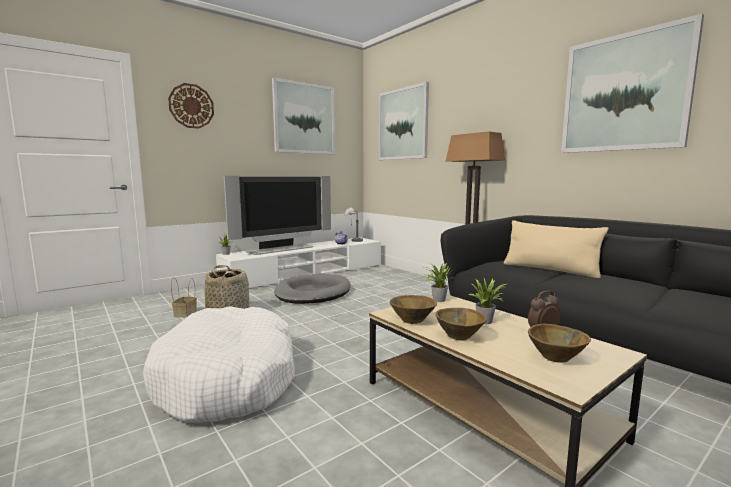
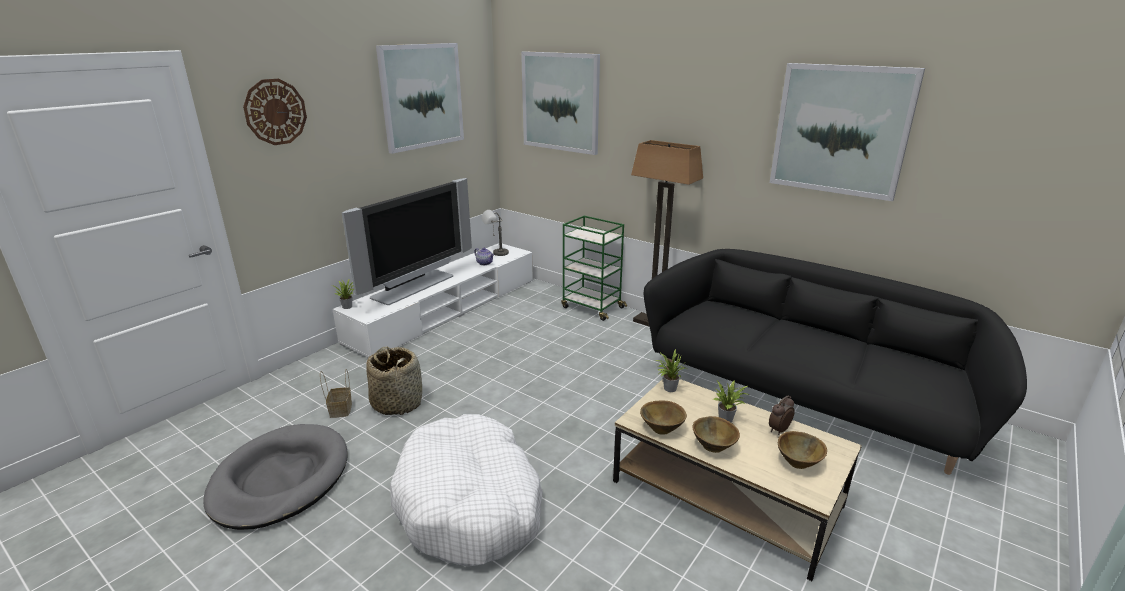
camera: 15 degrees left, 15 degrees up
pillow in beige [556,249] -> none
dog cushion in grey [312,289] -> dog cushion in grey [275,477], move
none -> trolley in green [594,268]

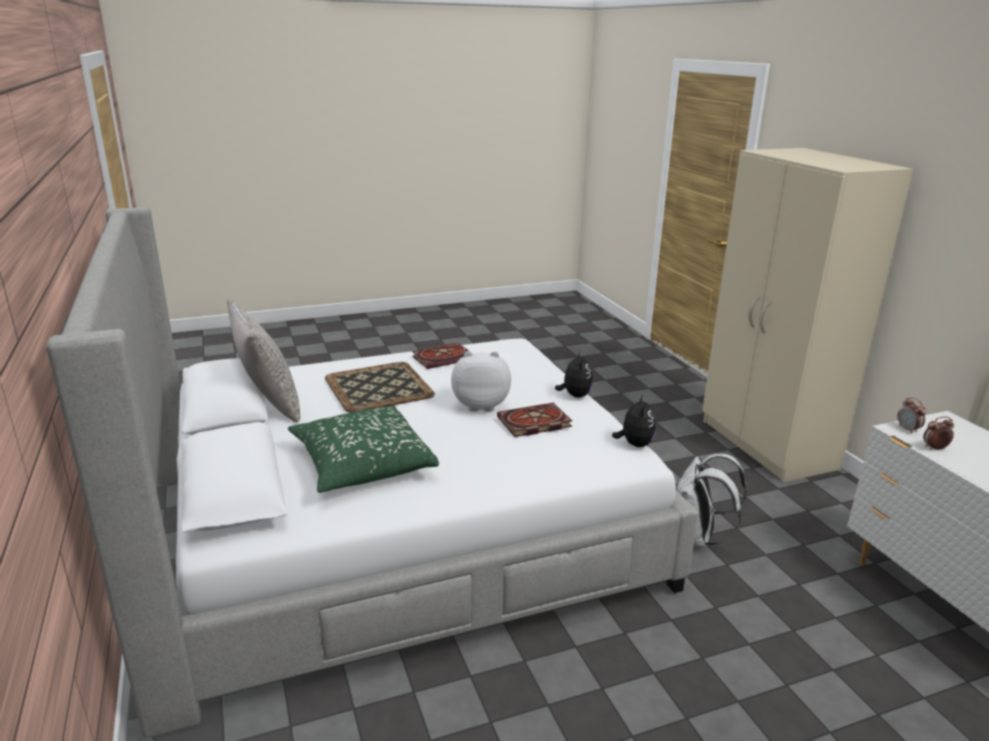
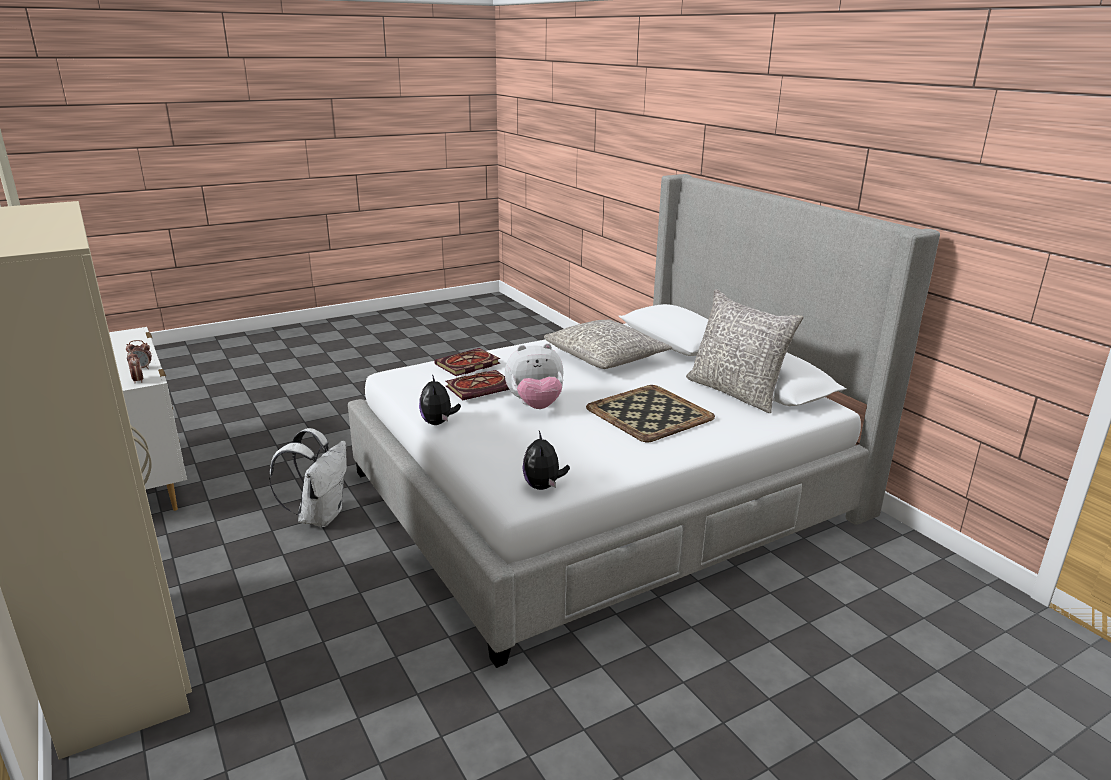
camera: 170 degrees right, 0 degrees up
book [442,356] -> book [467,362], move
soft toy [634,420] -> soft toy [546,460], move
pillow in green [363,449] -> pillow in grey [608,344]

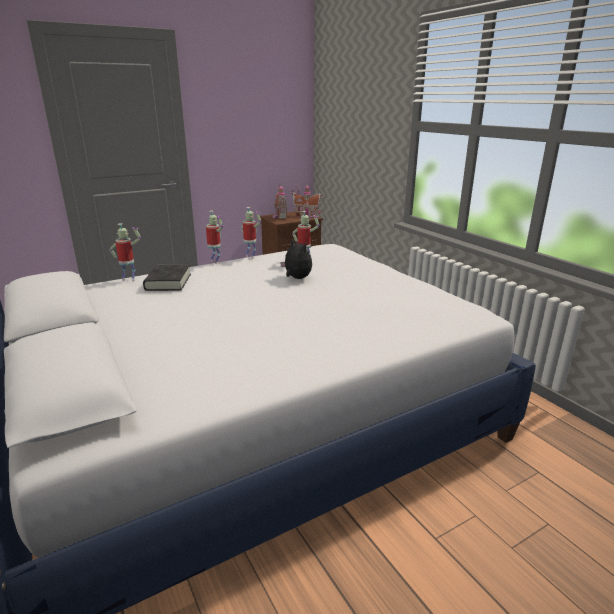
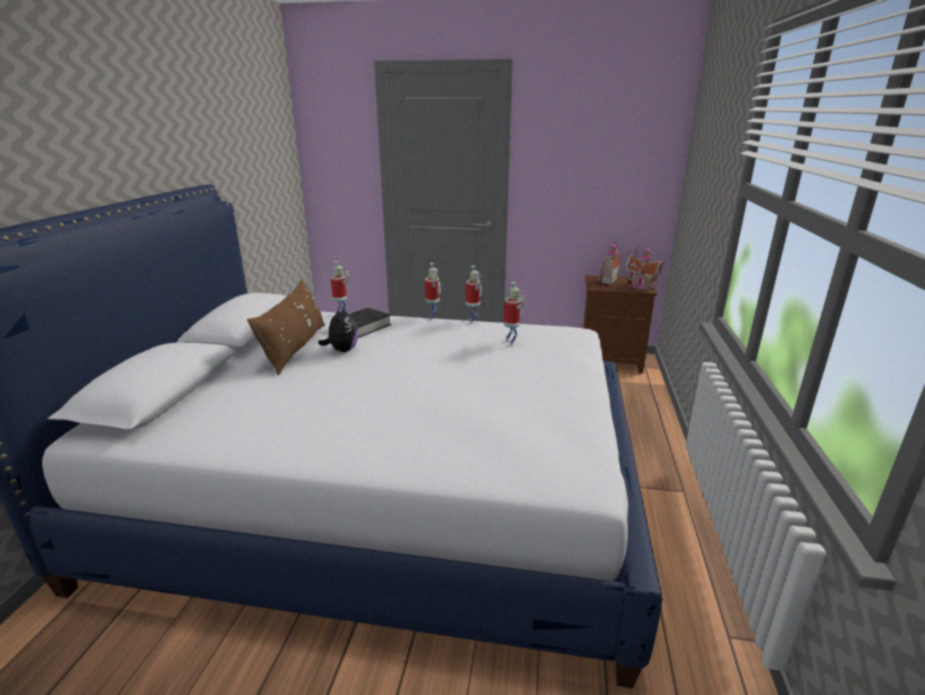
camera: 40 degrees right, 0 degrees up
soft toy [296,259] -> soft toy [338,328], move
none -> pillow in brown-coloured [286,328]

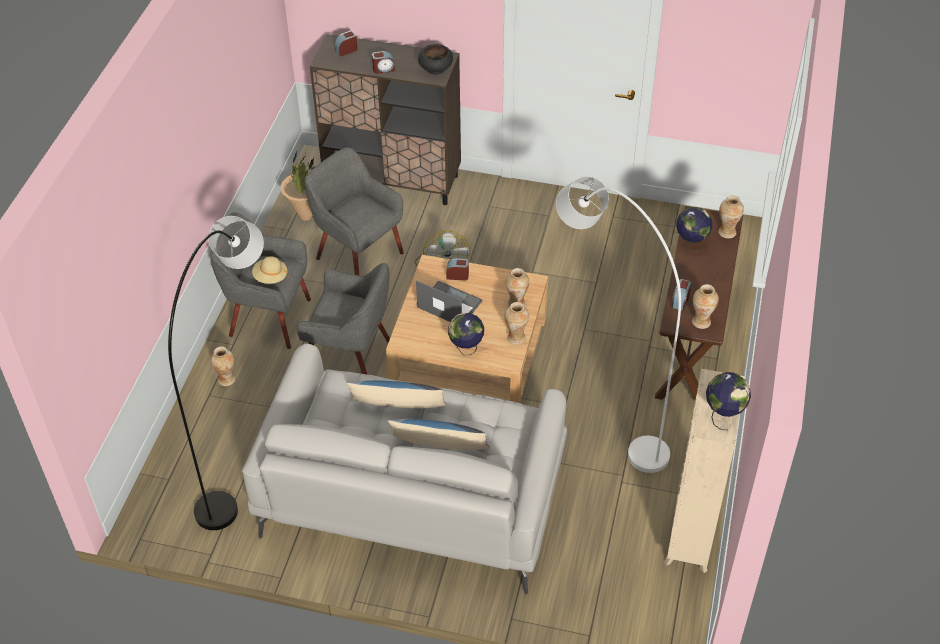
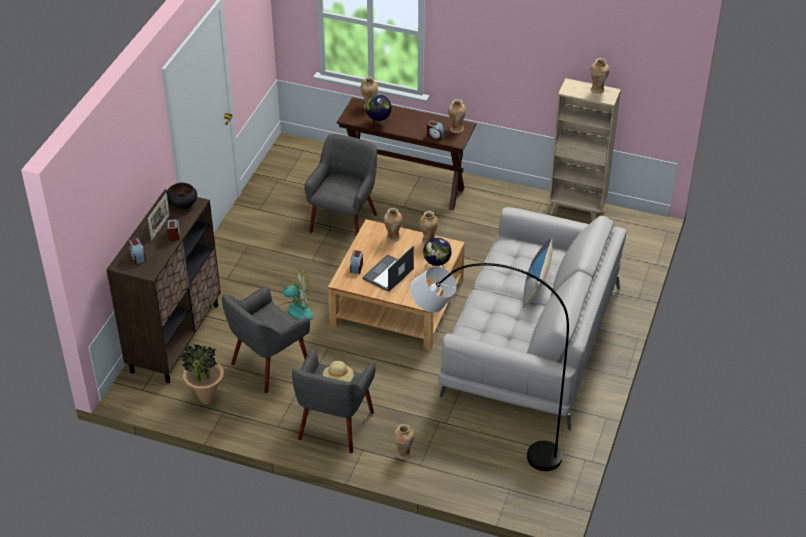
camera: 85 degrees left, 5 degrees down
standing lamp in white-coloured [618,324] -> none
armchair in grey [343,319] -> armchair in grey [341,185], move
desk globe [728,401] -> decorative vase [599,76]
pillow [396,394] -> none
none -> standing frame [159,216]

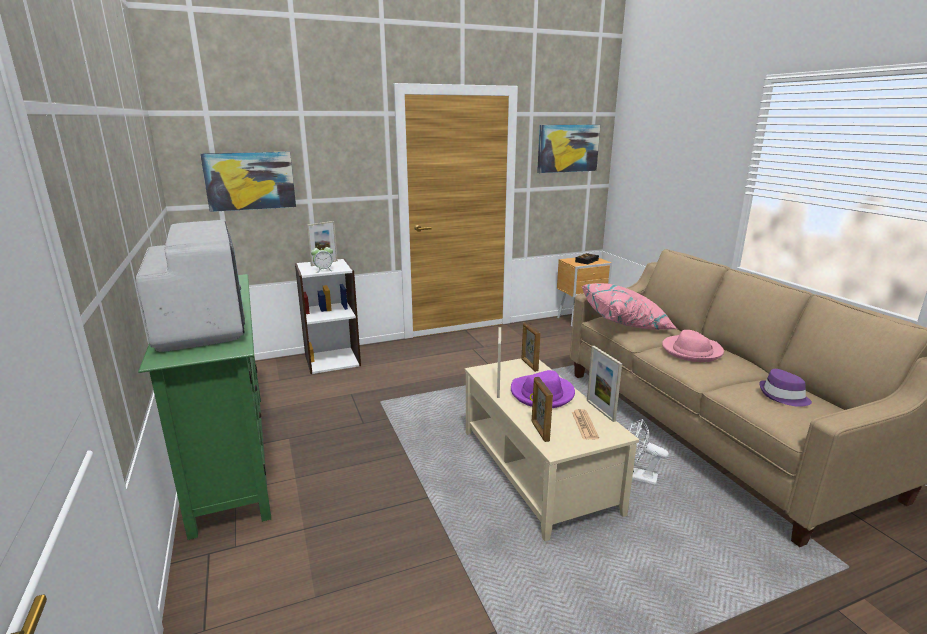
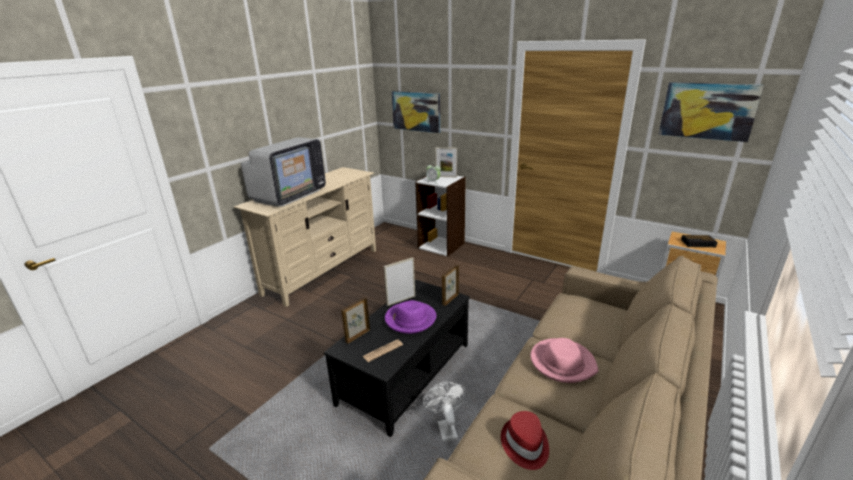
camera: 55 degrees right, 5 degrees up
tv stand in green [204,407] -> tv stand in beige [305,237]
pillow in pink-coloured [629,306] -> none
standing frame [604,384] -> none
lounge table in beige [552,450] -> lounge table in black [397,358]
hat in purplish [785,388] -> hat in red [525,440]

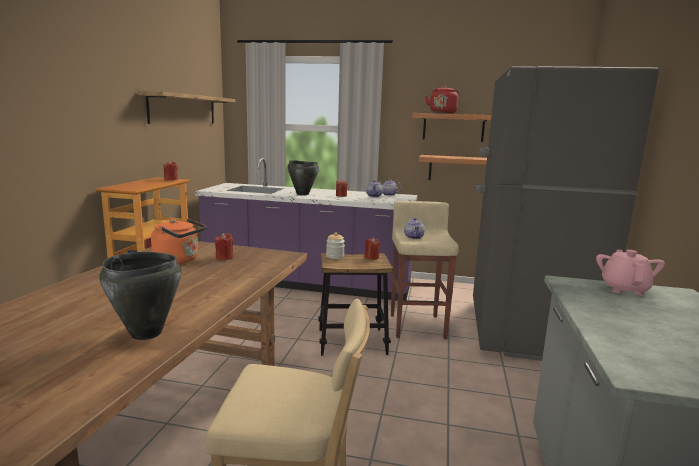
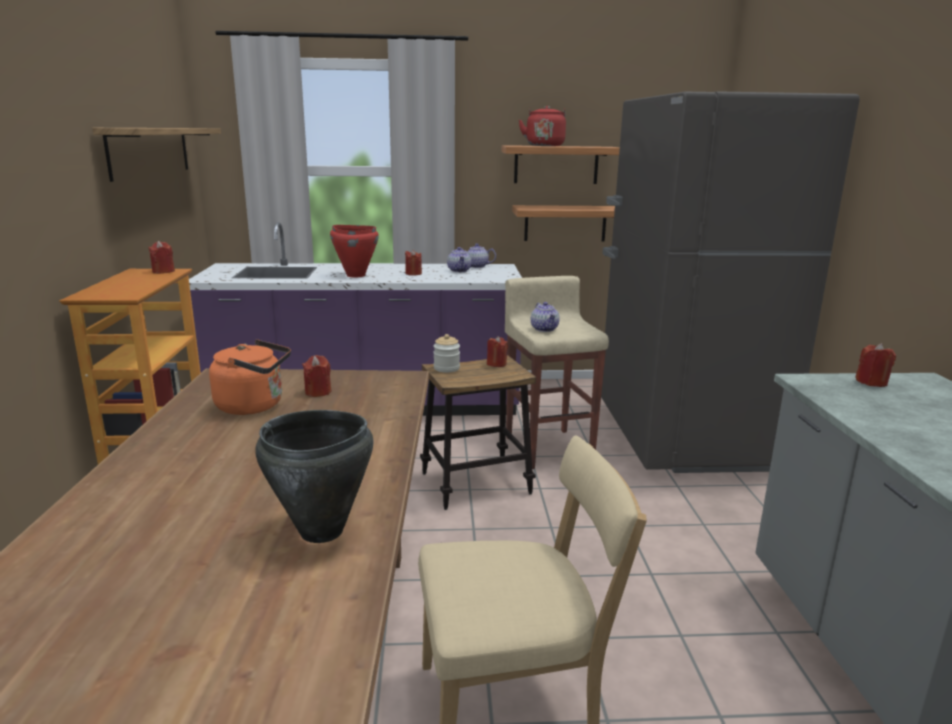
camera: 15 degrees left, 5 degrees up
cooking pot in black [303,177] -> cooking pot in red [354,251]
tea pot in pink-coloured [630,273] -> candle in red [875,365]

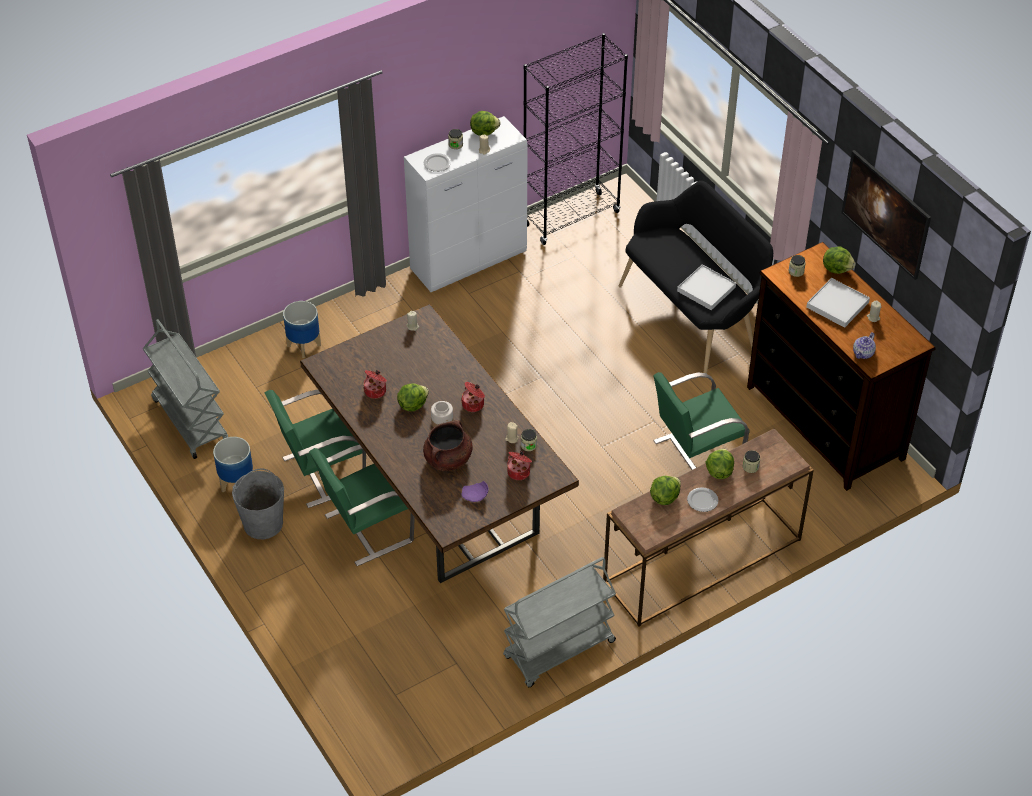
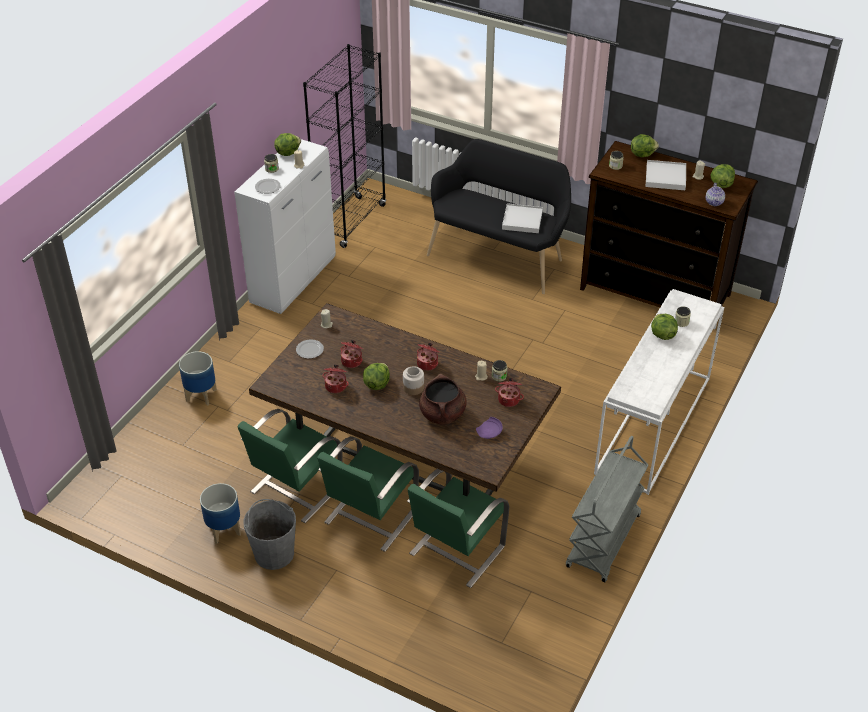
camera: 30 degrees left, 5 degrees down
wall art [886,215] -> none
trolley in grey [185,389] -> none
chair in green [701,421] -> chair in green [458,528], move
narrow table in brown-coloured [708,527] -> narrow table in white-coloured [659,392]
lettuce [665,490] -> lettuce [722,176], move
flat dish [702,499] -> flat dish [310,349], move
none -> cooking pot [351,354]

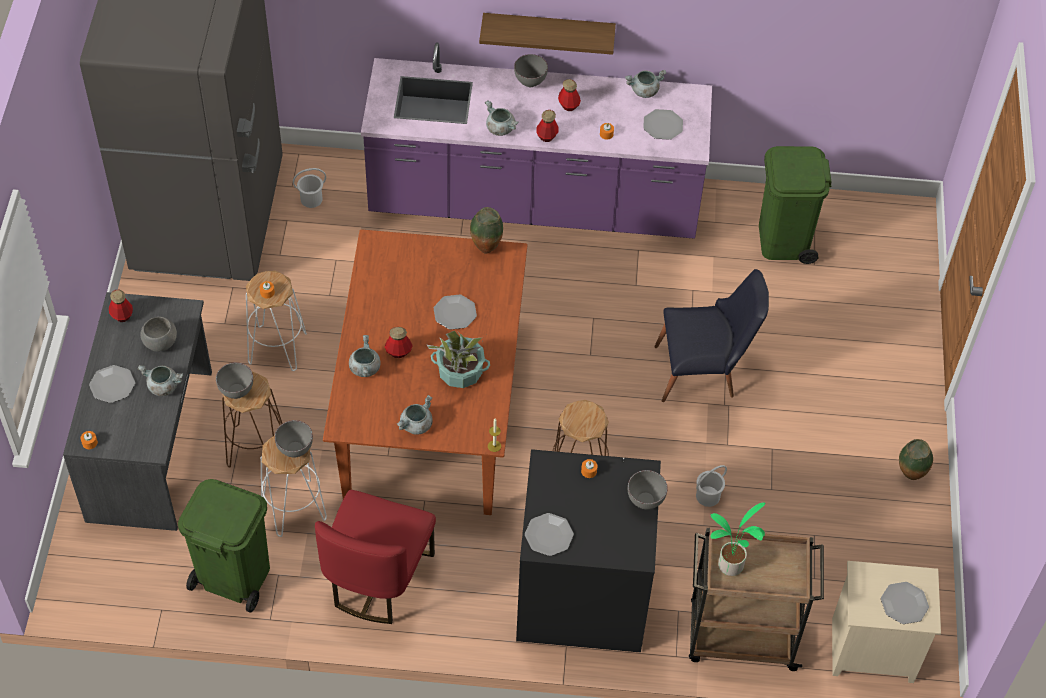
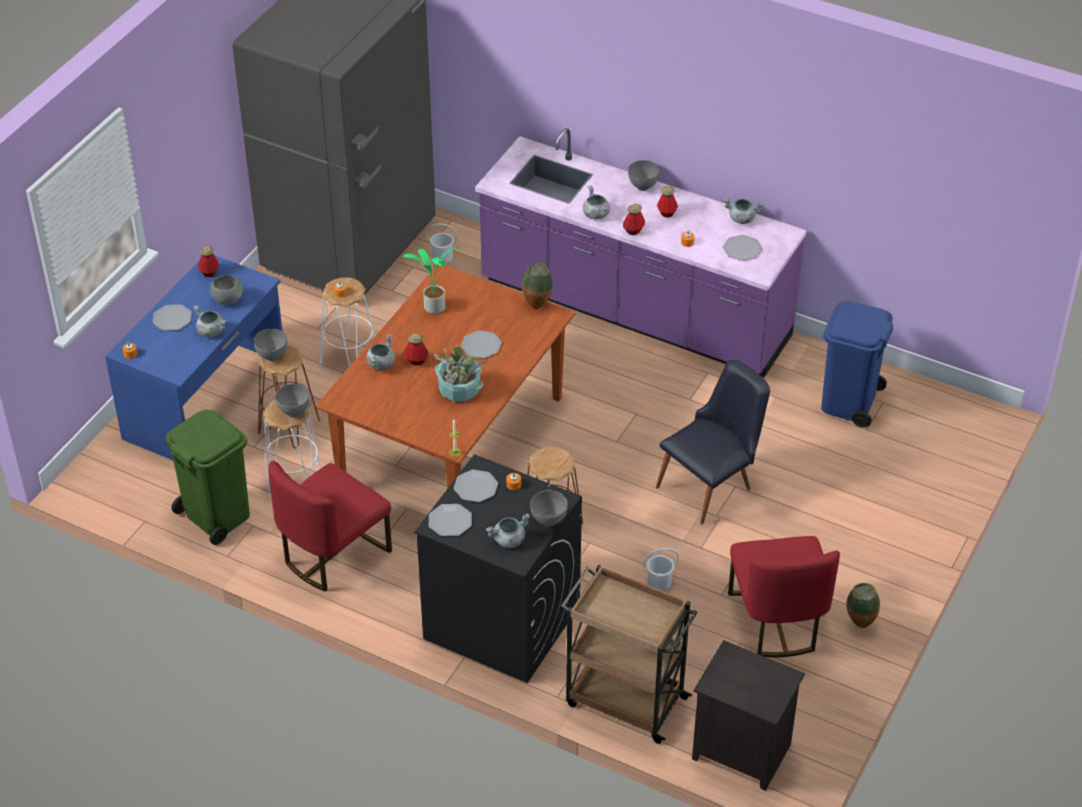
camera: 25 degrees right, 10 degrees down
wall shelf [547,34] -> none
trash can in green [795,205] -> trash can in blue-coloured [857,364]
chair in black [711,335] -> chair in black [713,442], 60 degrees counterclockwise
desk unit in grey [137,411] -> desk unit in blue-coloured [194,357]
cooking pot in grey [415,415] -> cooking pot in grey [508,530], move
potted plant [738,539] -> potted plant [431,280], move
bedside table in beige [886,622] -> bedside table in black [748,715]
flat dish [905,603] -> flat dish [476,485], move
none -> chair in red [784,597]

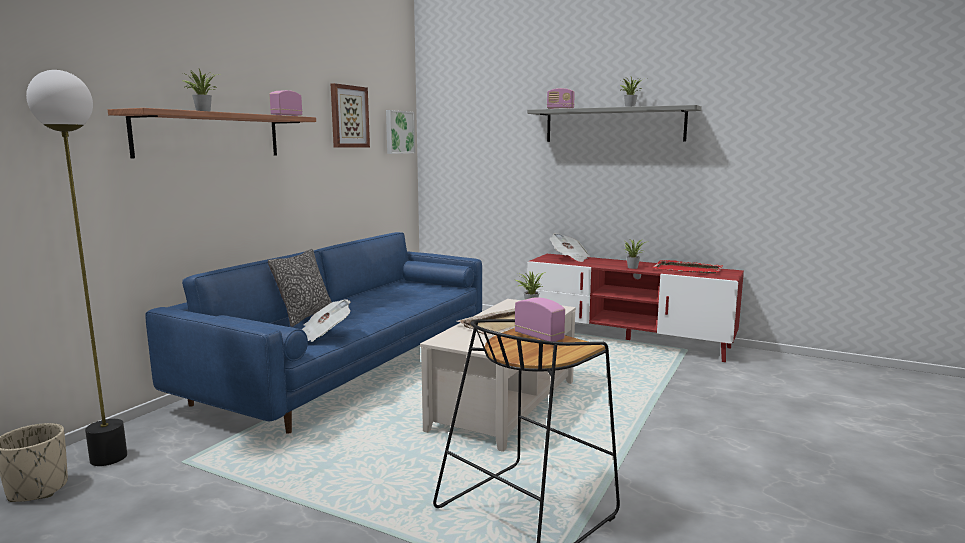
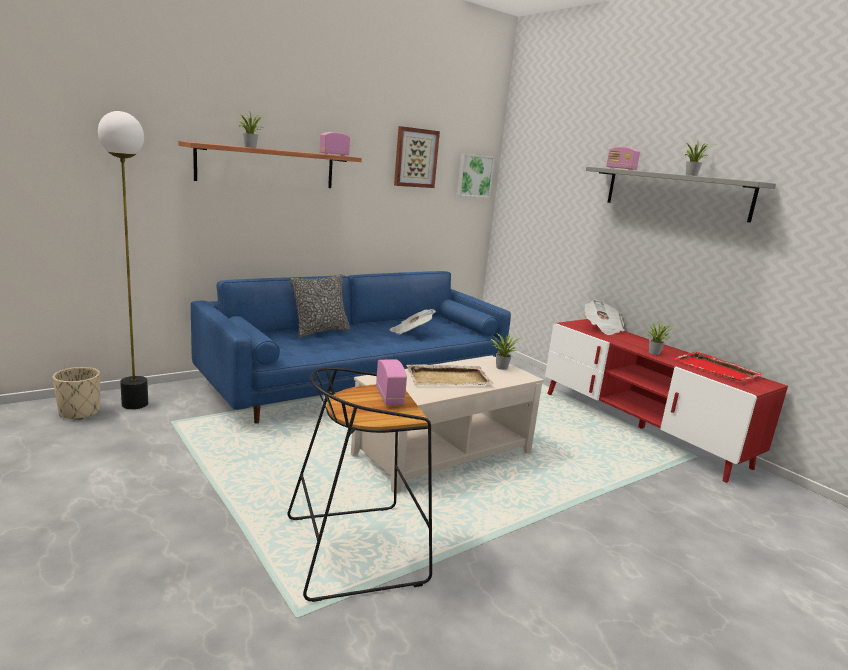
camera: 25 degrees right, 5 degrees up
newspaper [326,320] -> newspaper [413,321], move

